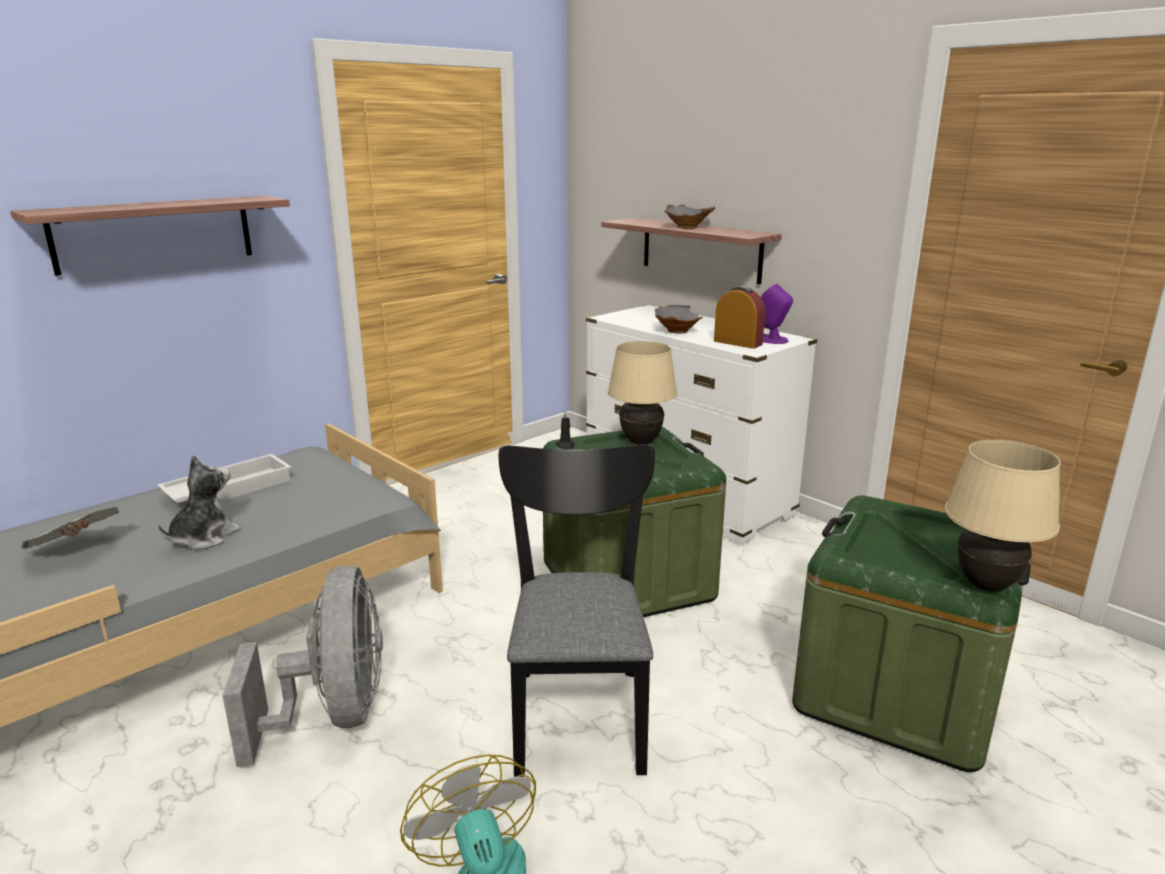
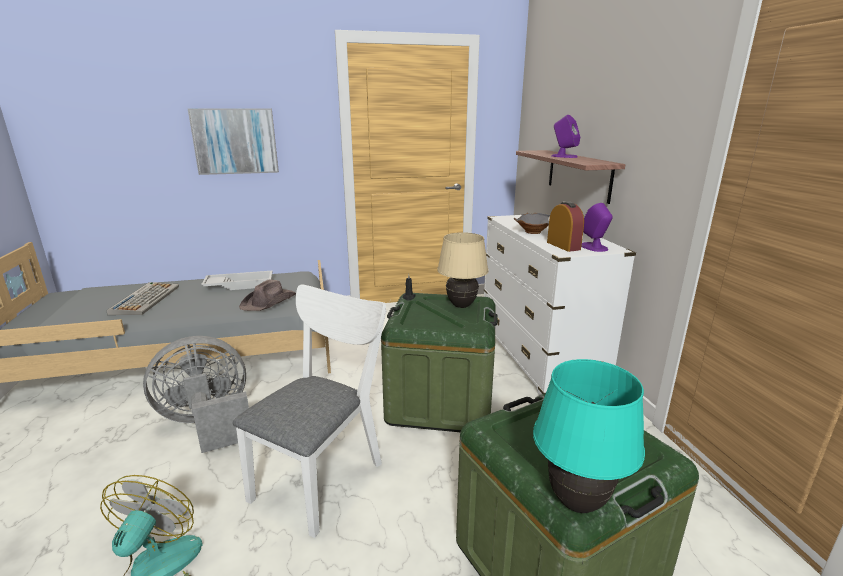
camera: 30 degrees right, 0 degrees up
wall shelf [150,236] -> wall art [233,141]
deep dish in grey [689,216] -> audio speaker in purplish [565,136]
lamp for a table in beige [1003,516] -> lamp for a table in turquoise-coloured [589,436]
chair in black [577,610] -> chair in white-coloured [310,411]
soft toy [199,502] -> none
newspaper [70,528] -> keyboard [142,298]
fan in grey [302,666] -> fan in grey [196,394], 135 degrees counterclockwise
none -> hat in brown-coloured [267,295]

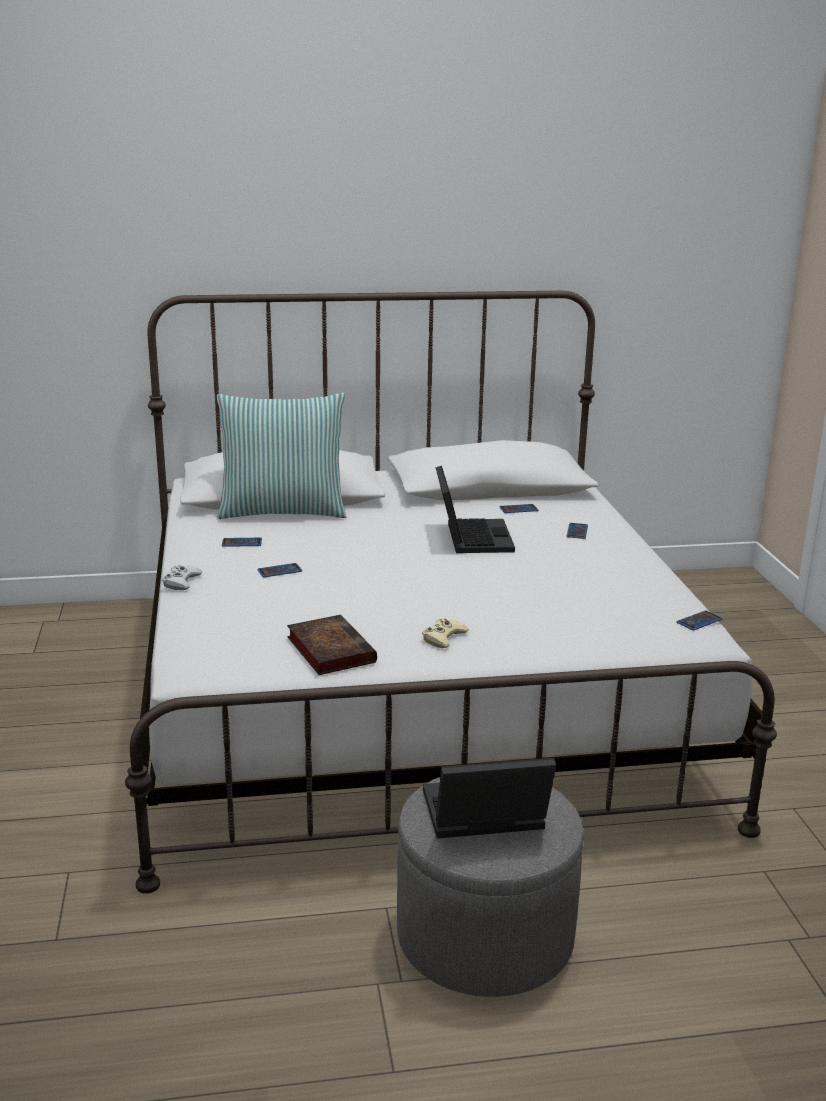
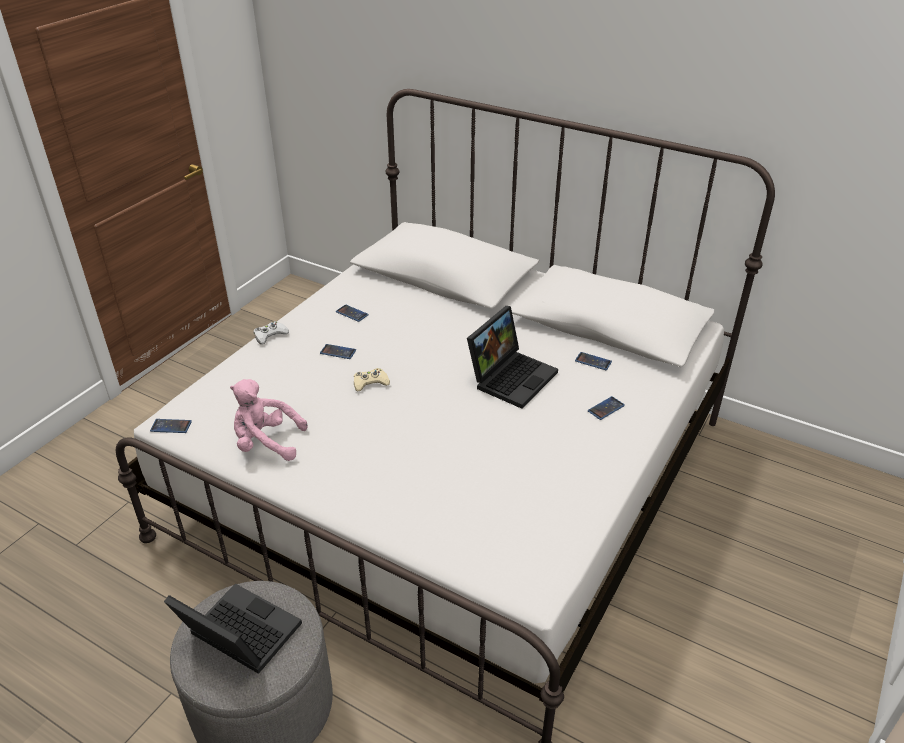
camera: 40 degrees right, 15 degrees up
pillow [281,456] -> none
handset [700,620] -> handset [171,426], move
book [332,645] -> soft toy in pink-coloured [269,420]
game controller in beige [445,633] -> game controller in beige [372,379], move

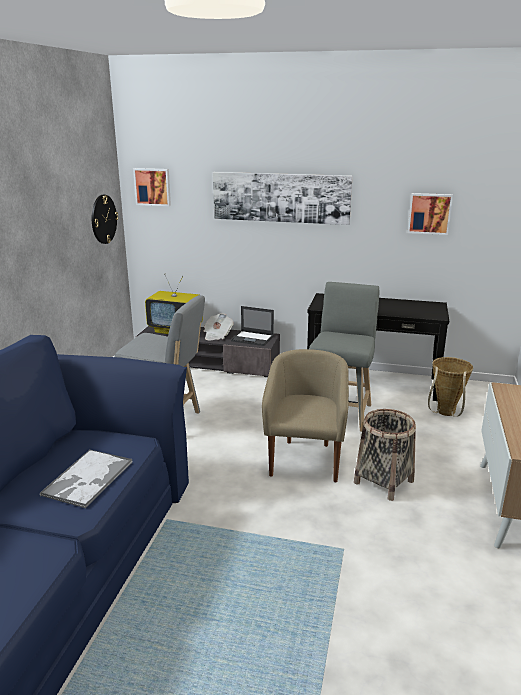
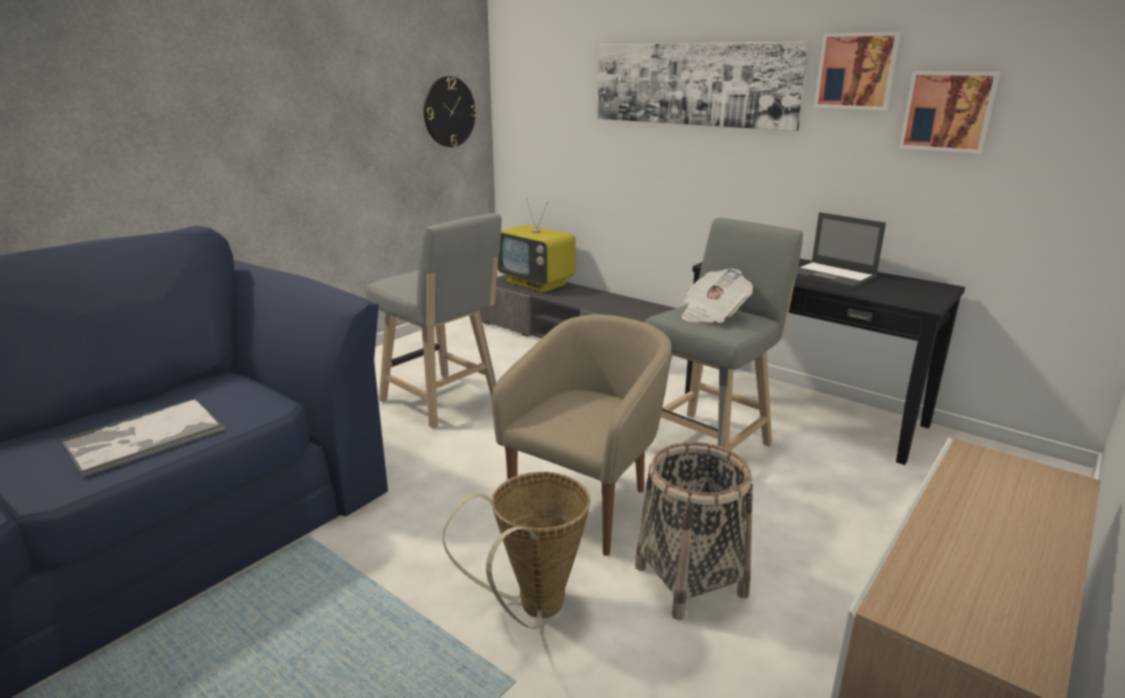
camera: 25 degrees right, 0 degrees up
wall art [152,187] -> wall art [857,71], move
notebook computer [252,326] -> notebook computer [841,250], move
newspaper [218,327] -> newspaper [717,295], move
basket [450,387] -> basket [516,550], move

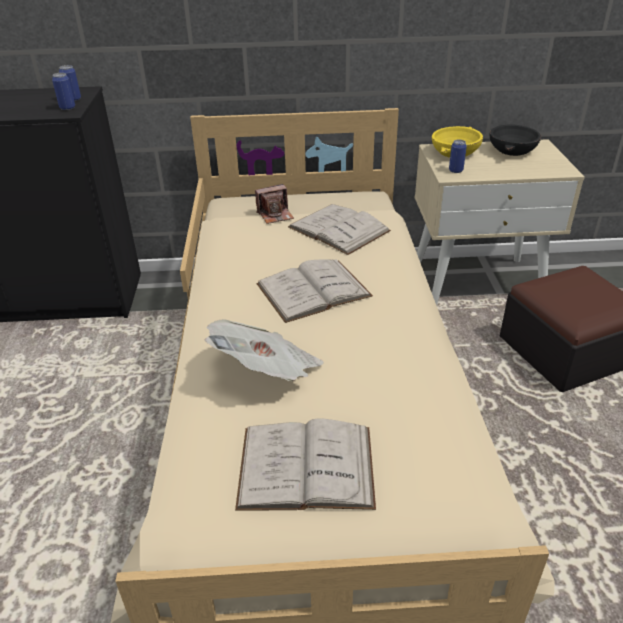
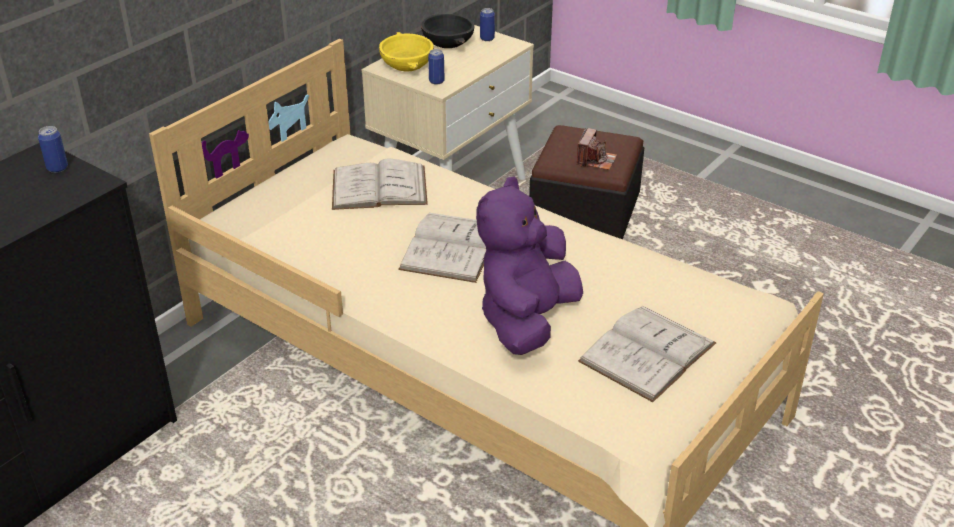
camera: 50 degrees left, 0 degrees up
metal can [63,91] -> metal can [487,24], move
photo camera [274,204] -> photo camera [597,149], move
newspaper [264,350] -> soft toy in purplish [529,266]

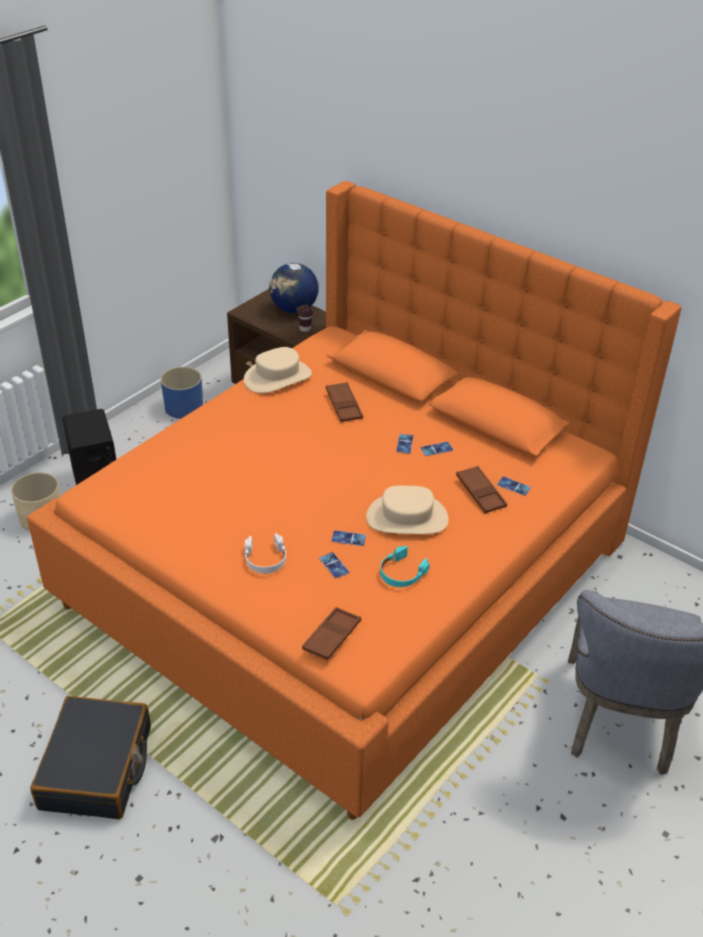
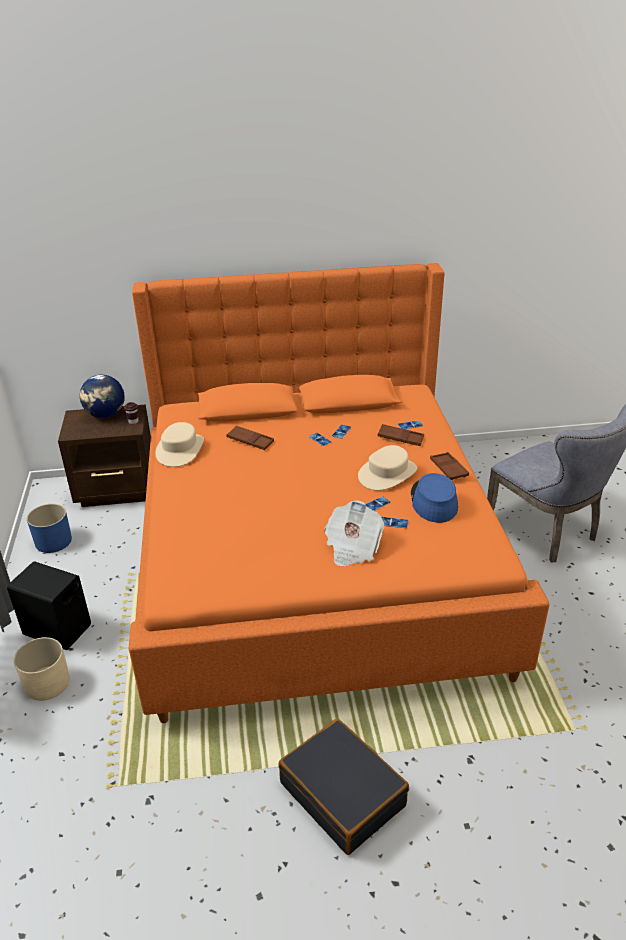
camera: 45 degrees left, 5 degrees down
headset in white-coloured [265,553] -> newspaper [354,533]
headset in turquoise-coloured [405,566] -> hat in blue-coloured [434,498]
tray in brown-coloured [331,633] -> tray in brown-coloured [449,466], move

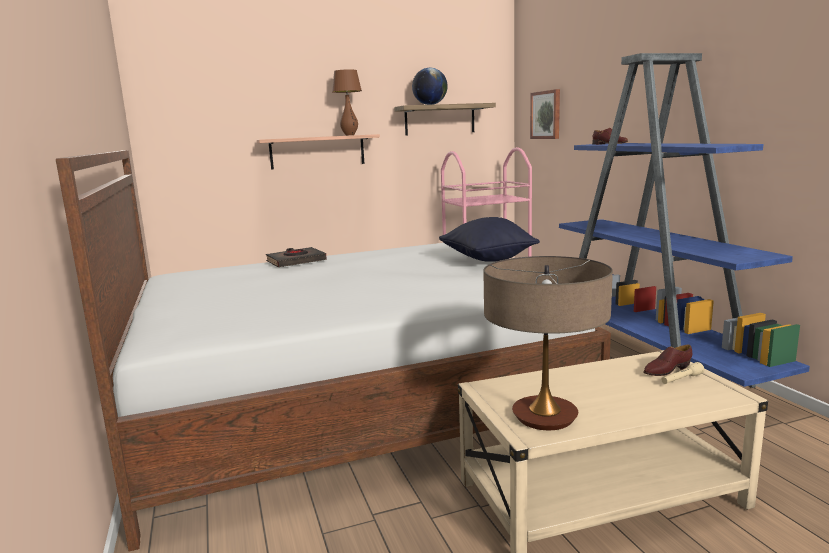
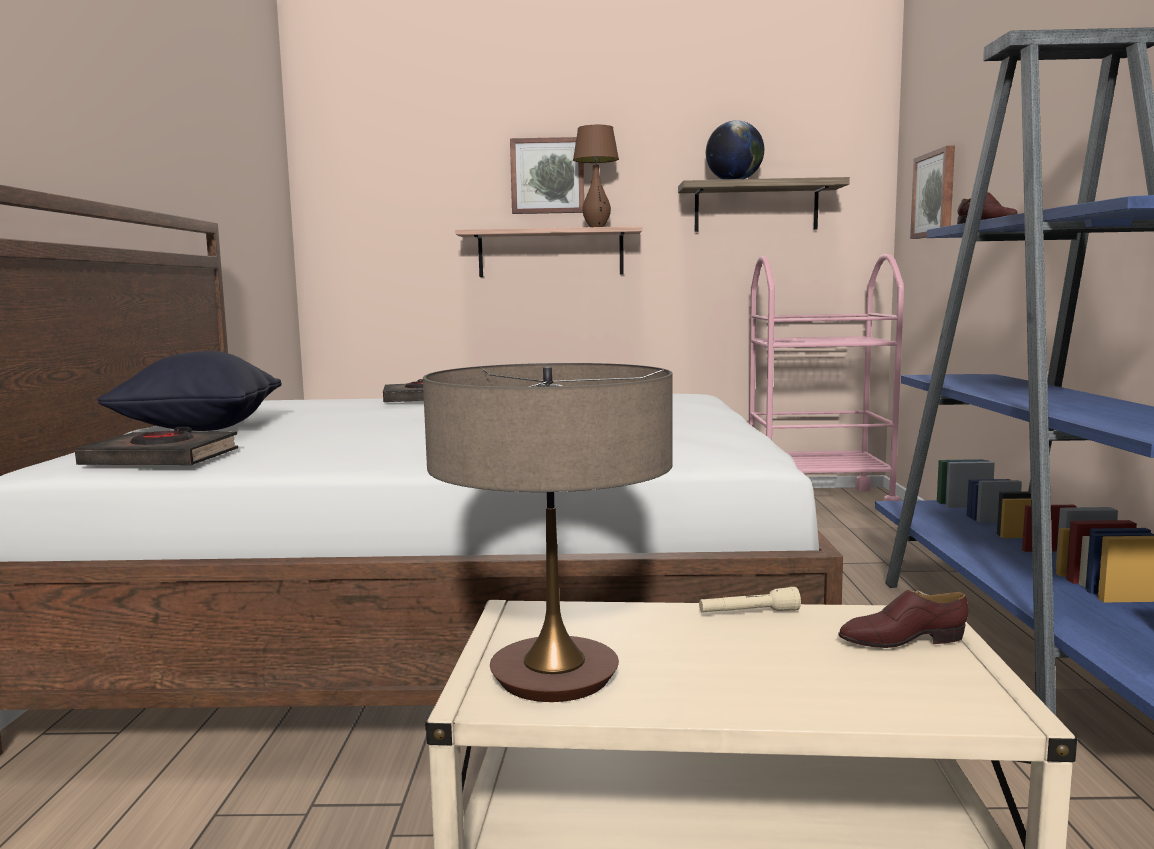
camera: 20 degrees right, 5 degrees down
pillow in black [489,239] -> pillow in black [189,391], move
flashlight in beige [682,373] -> flashlight in beige [750,599], move
none -> wall art [547,175]
none -> book in black [156,446]

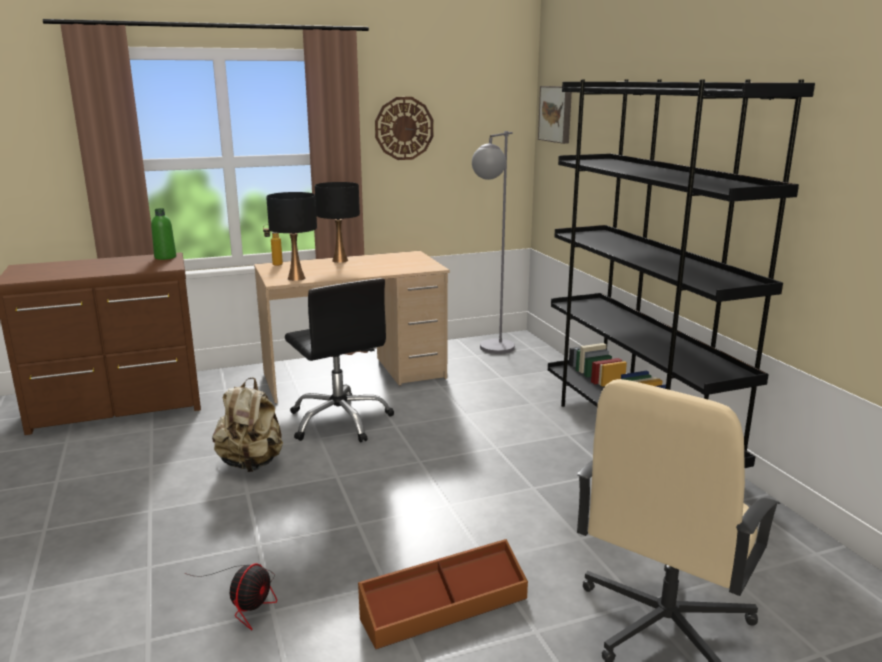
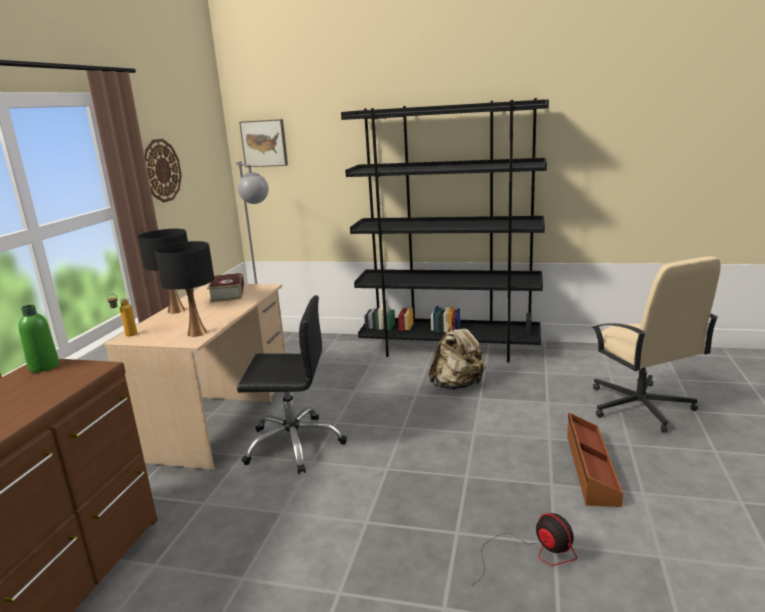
camera: 55 degrees left, 0 degrees up
knapsack in beige [247,424] -> knapsack in beige [457,356], move
none -> book [225,287]

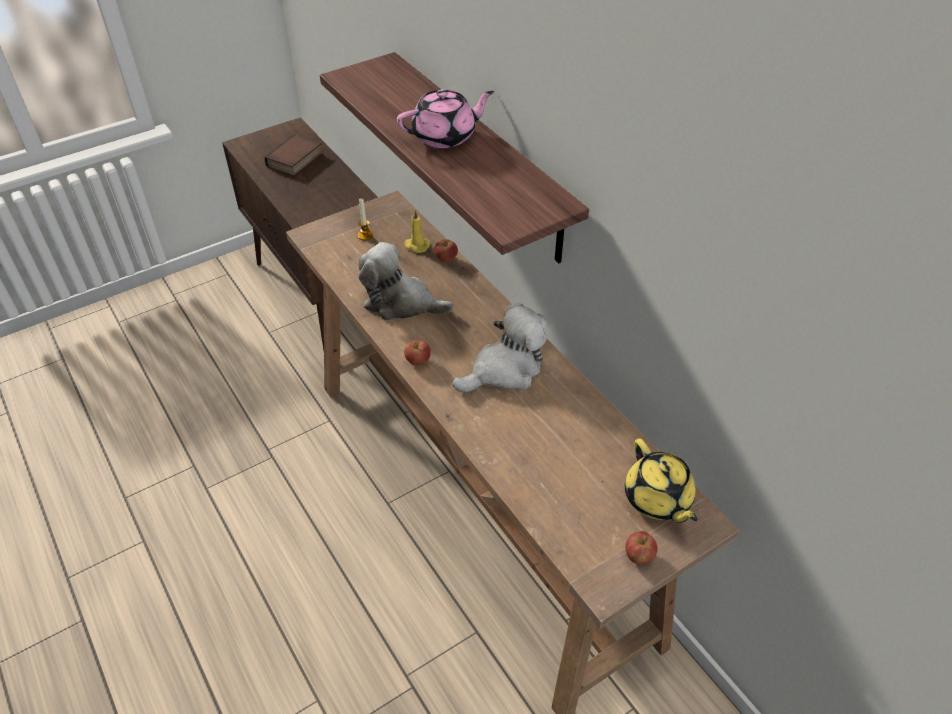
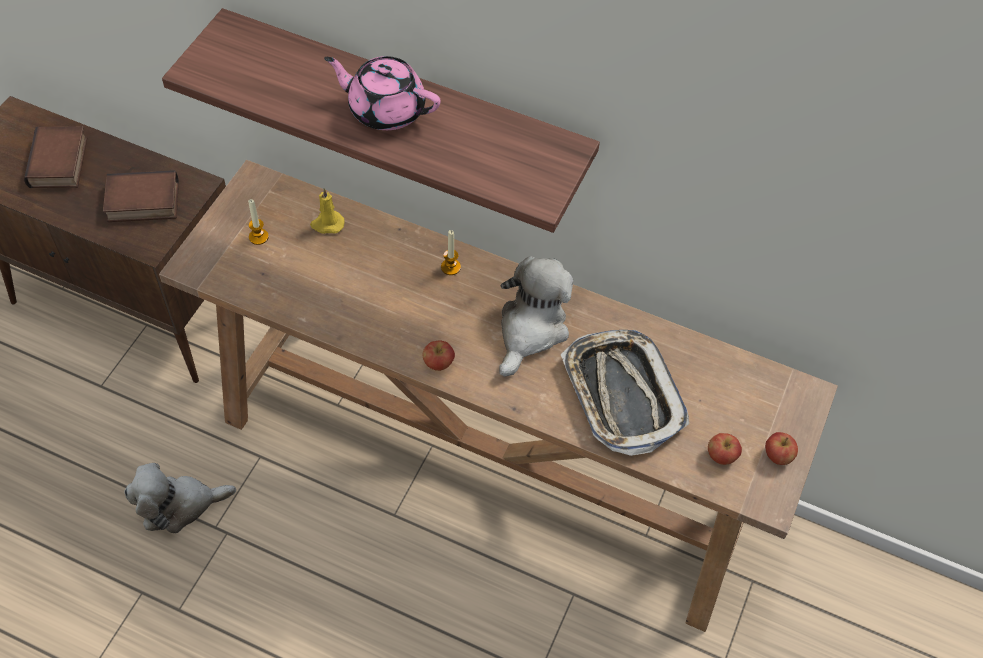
camera: 35 degrees left, 10 degrees up
tea pot in pink-coloured [445,119] -> tea pot in pink-coloured [382,93], 105 degrees counterclockwise
apple fruit [446,250] -> apple fruit [725,449], move
soft toy [406,281] -> soft toy [180,498], move
tea pot in yellow-coloured [661,481] -> none
none -> book [141,196]
none -> candle [451,252]
none -> tray [625,393]

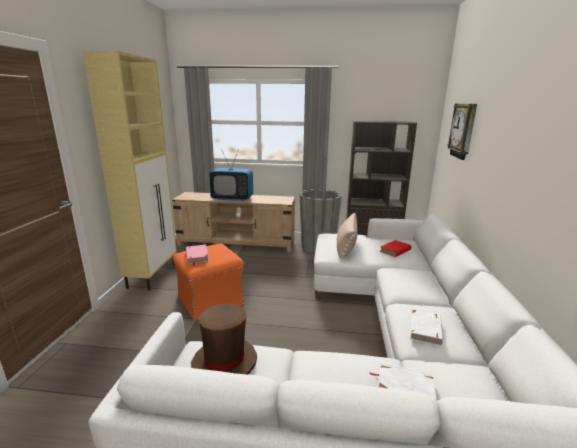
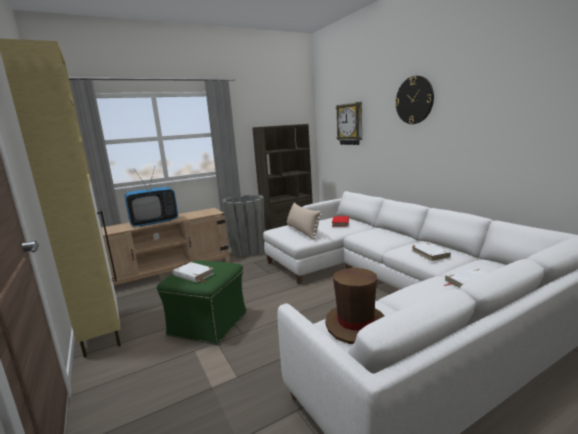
camera: 35 degrees left, 5 degrees down
pouffe in orangey [208,282] -> pouffe in green [202,302]
book in pink-coloured [197,255] -> book in white-coloured [193,272]
none -> clock on the wall [414,100]

